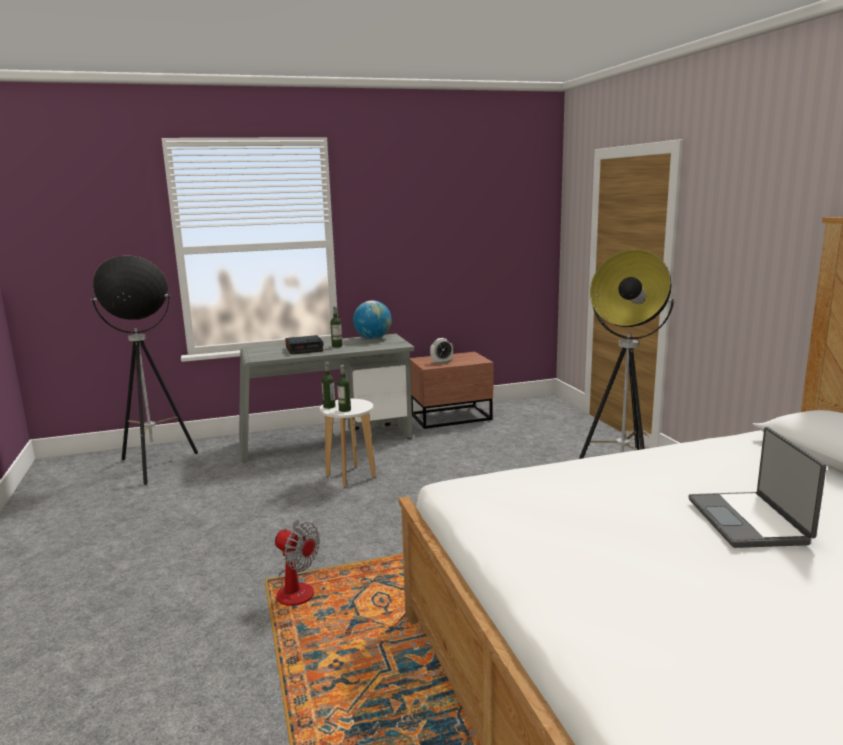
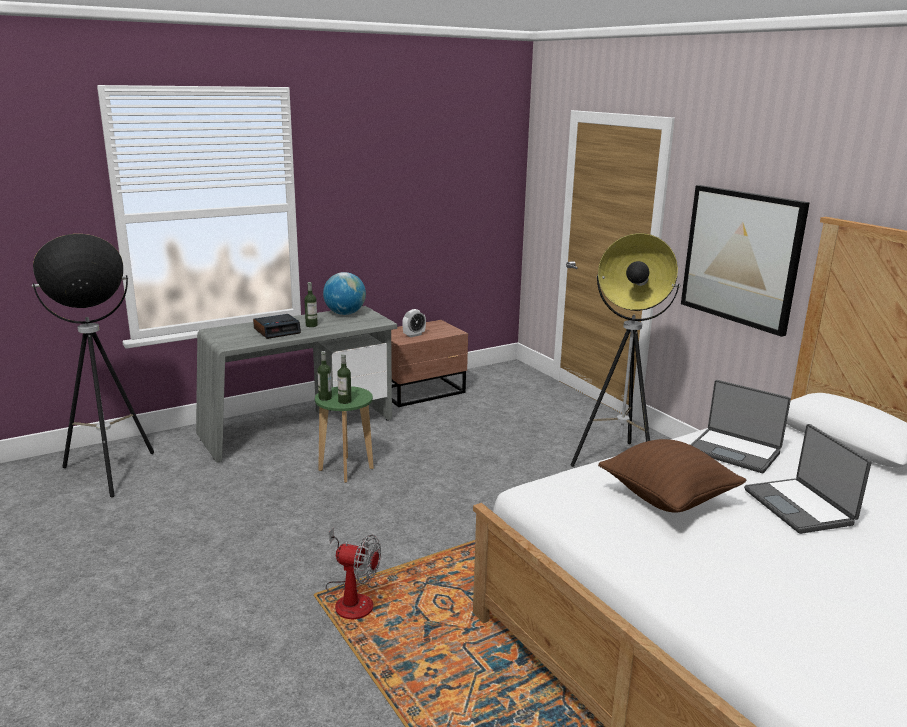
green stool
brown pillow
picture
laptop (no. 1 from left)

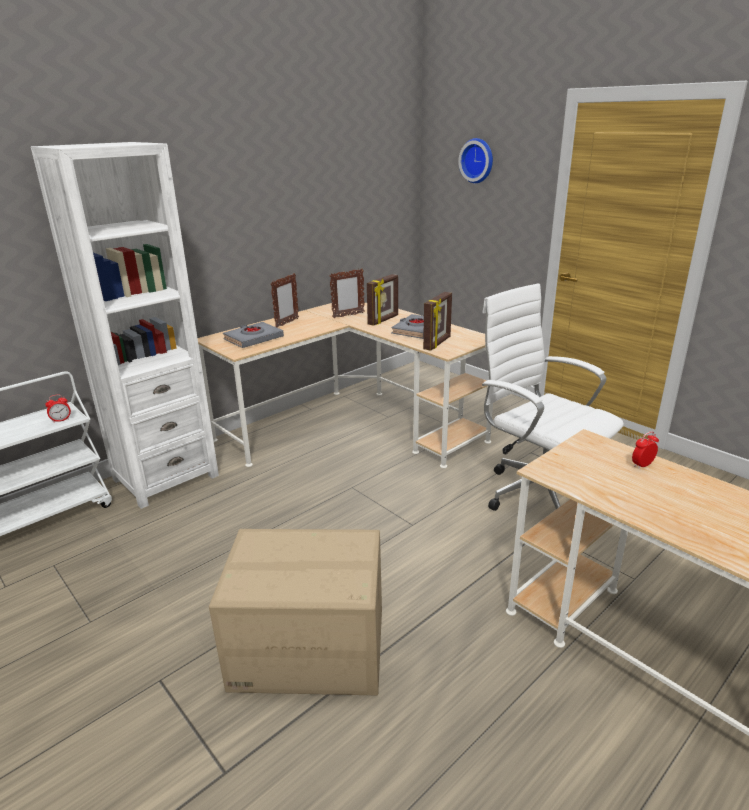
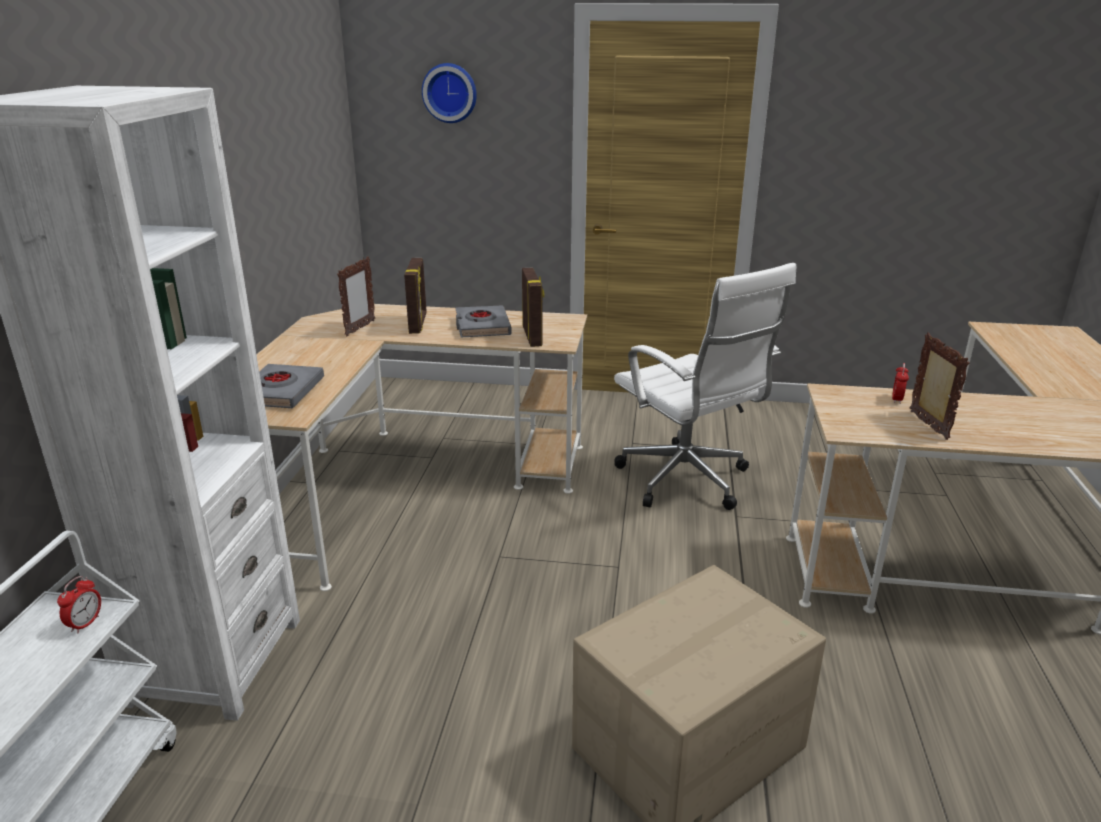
picture frame (no. 4 from left)
white office chair

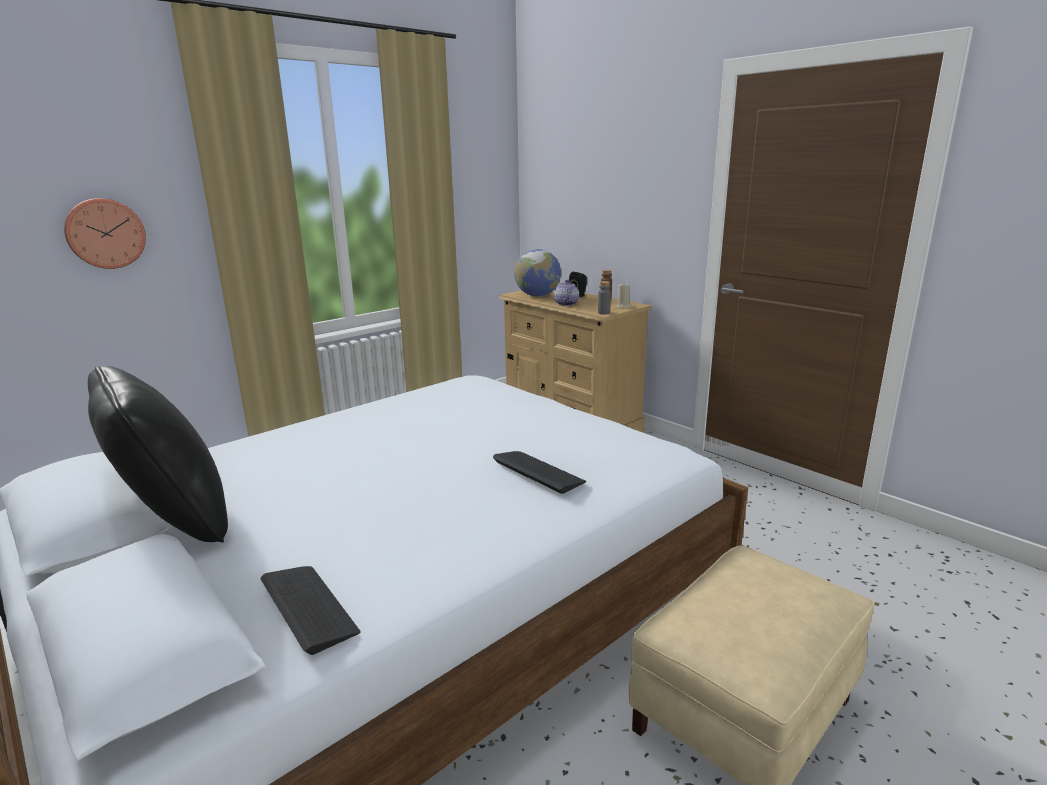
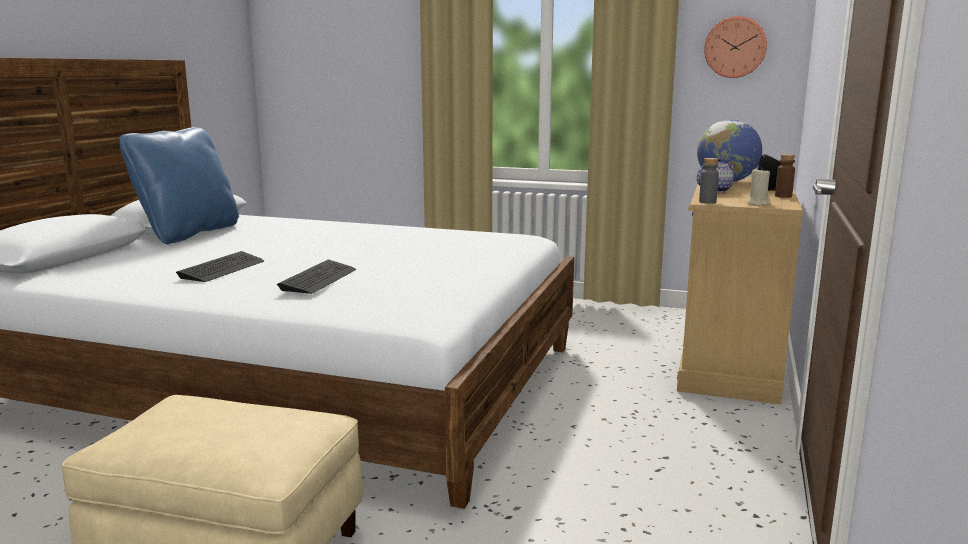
wall clock
blue pillow
keyboard (no. 1 from left)

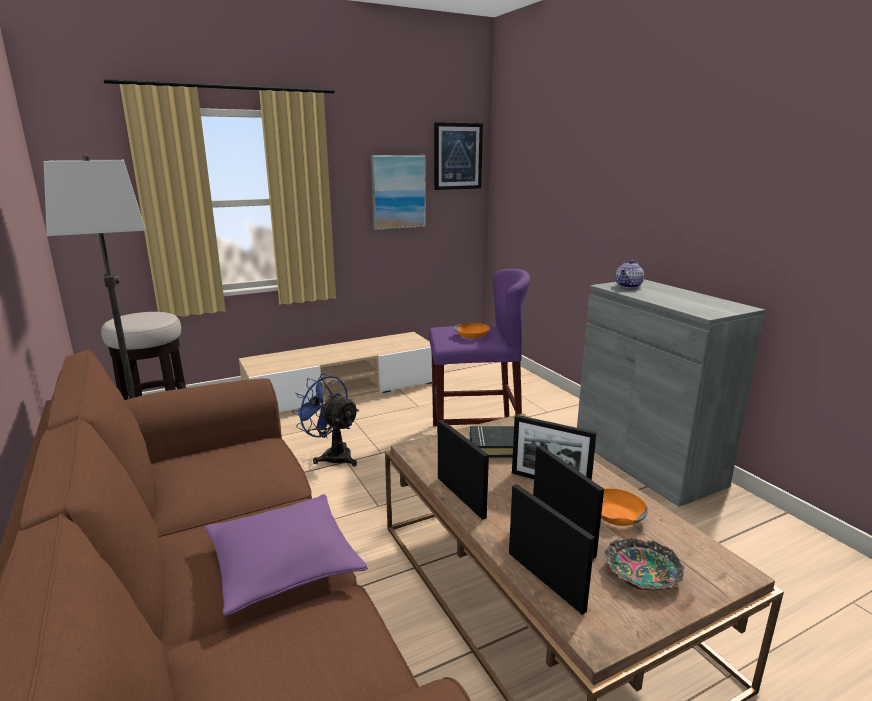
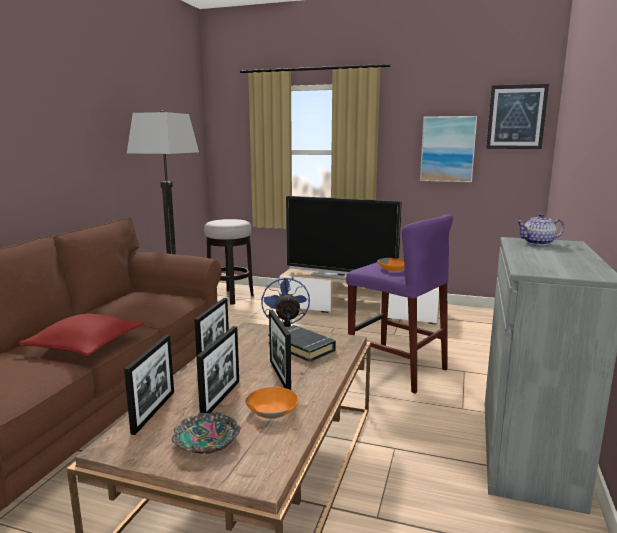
red pillow
television

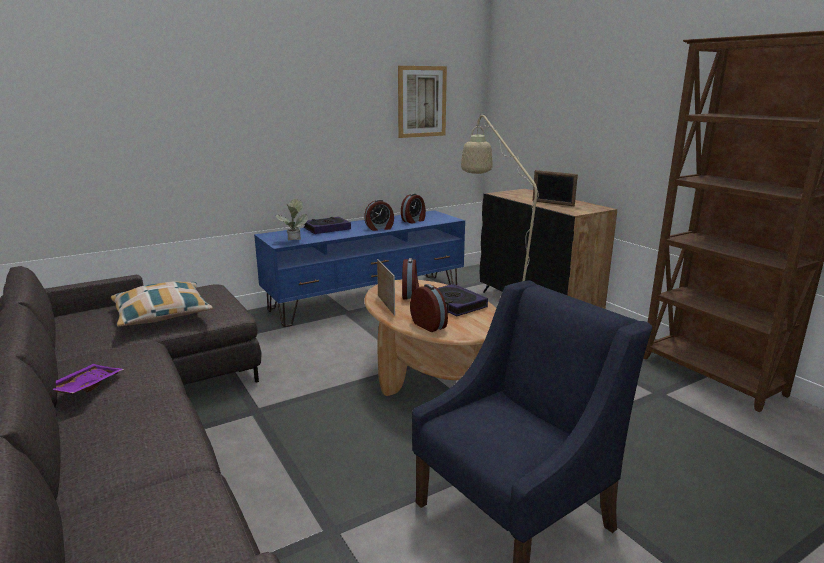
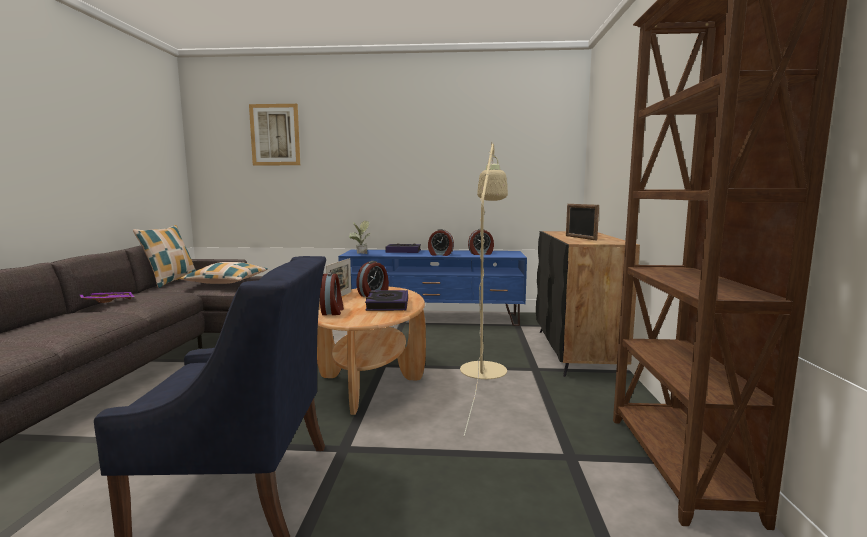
picture
pillow (no. 1 from left)

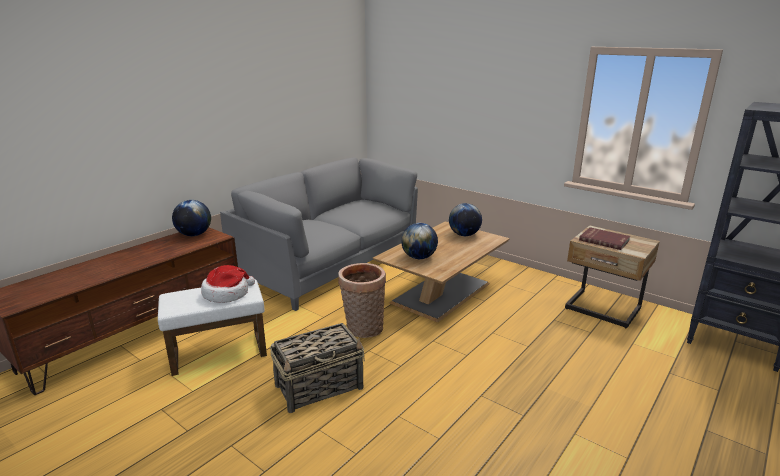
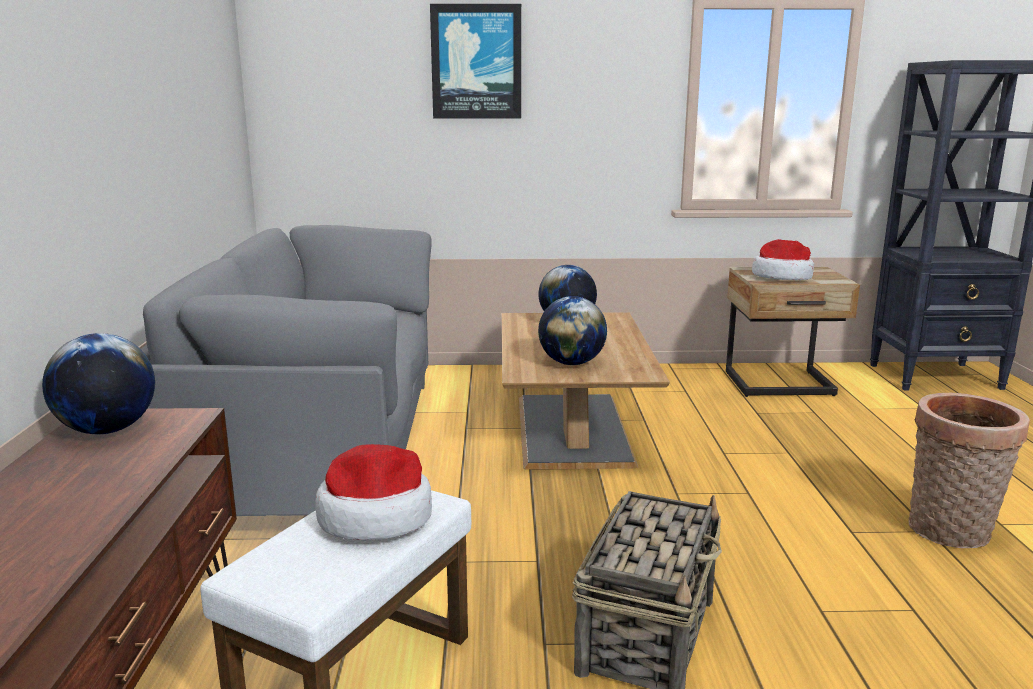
basket (no. 2 from left)
hat (no. 2 from left)
picture

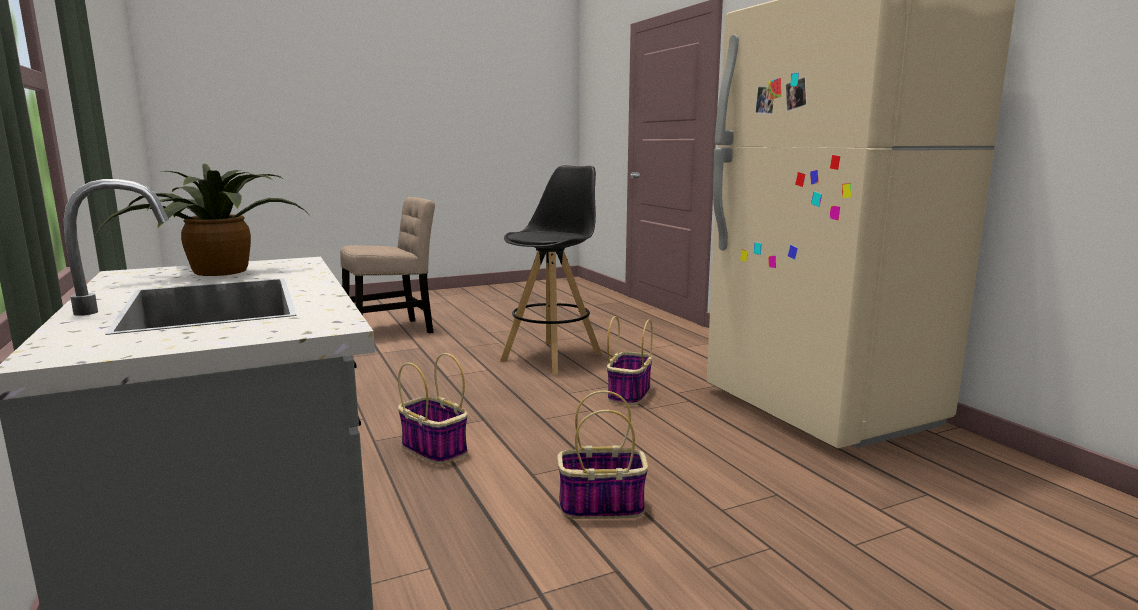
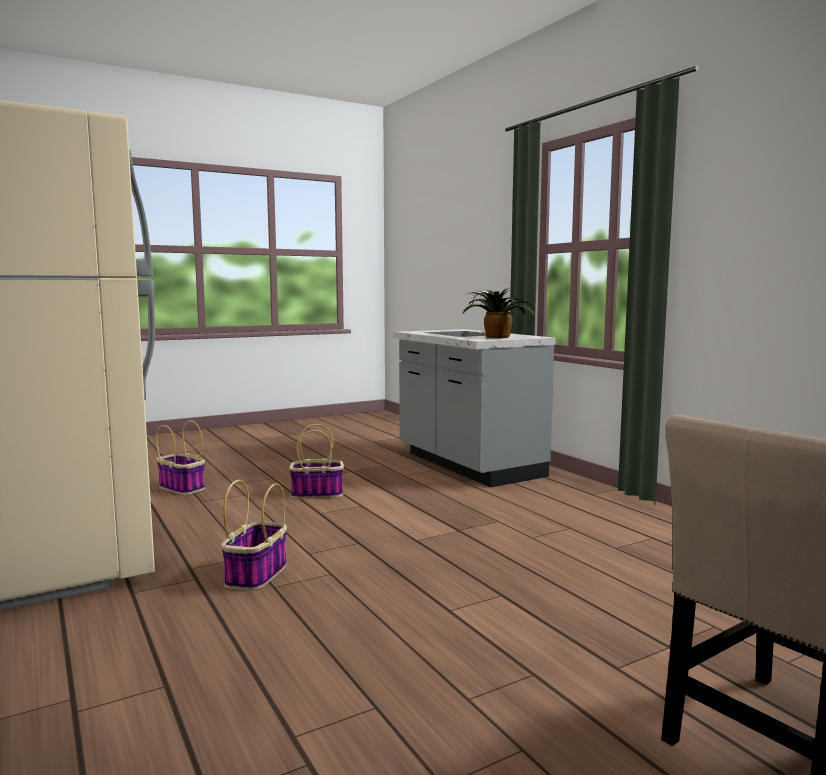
basket (no. 1 from left)
black stool

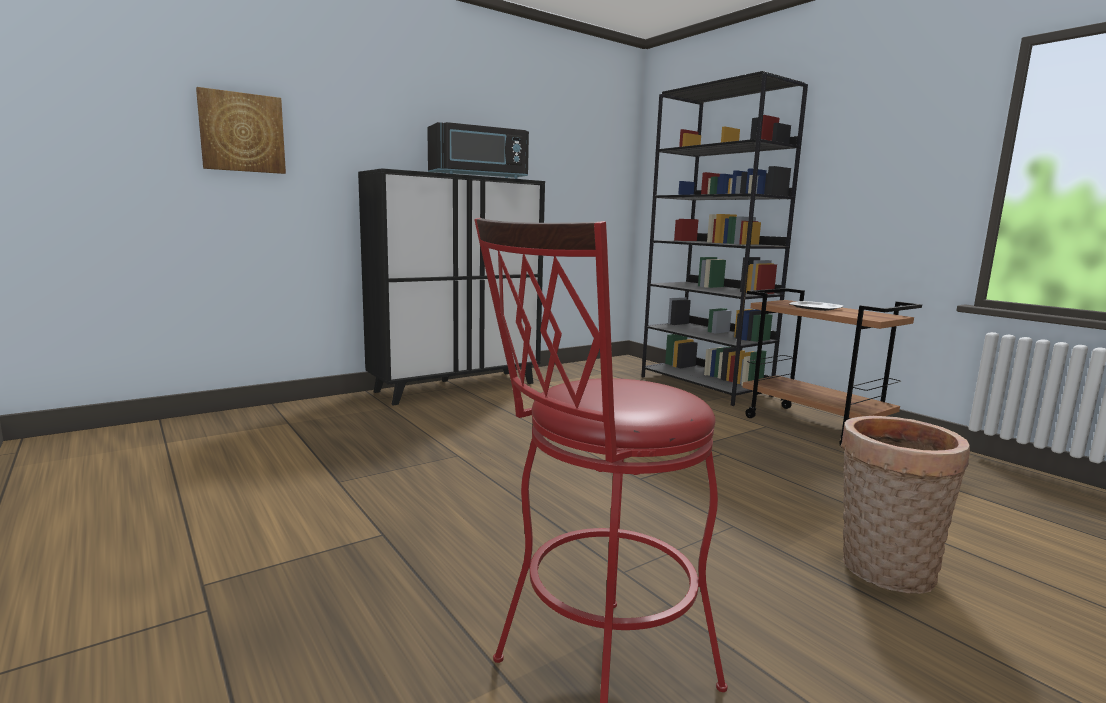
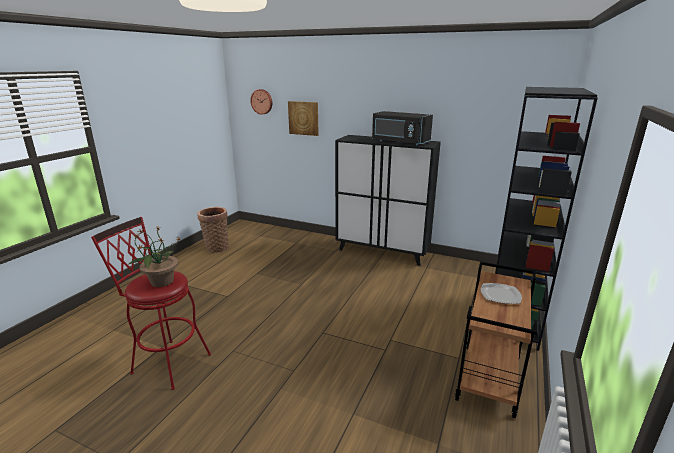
basket
potted plant
wall clock

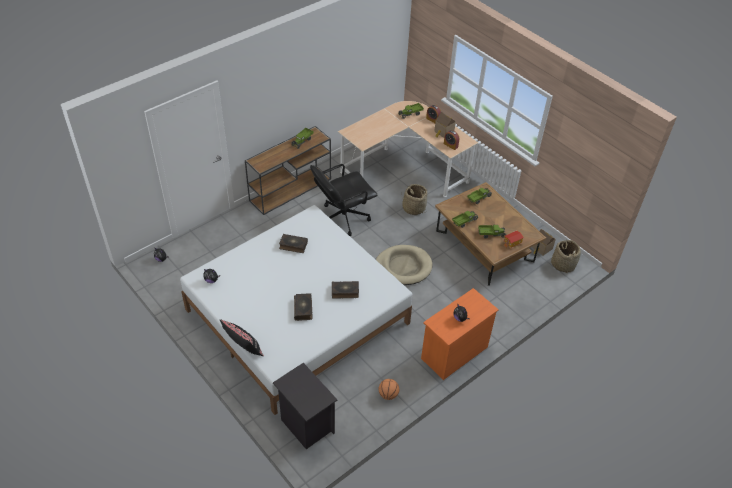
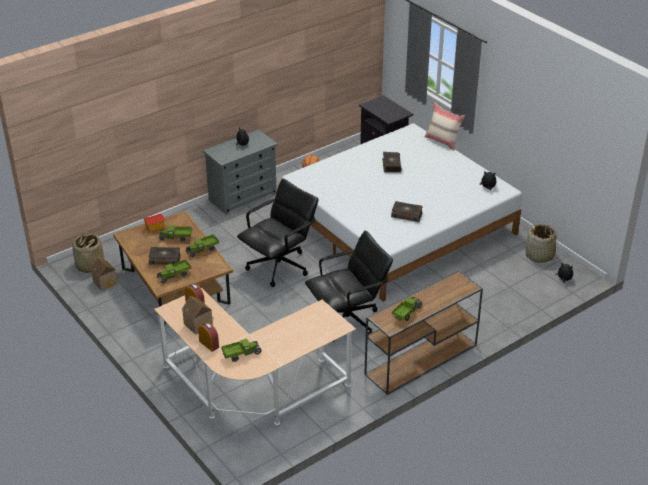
beige pillow
book (no. 1 from left)
black office chair (no. 1 from left)
basket (no. 2 from left)
grey dresser

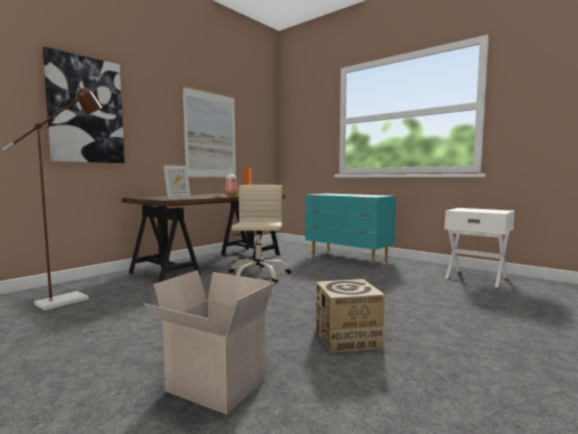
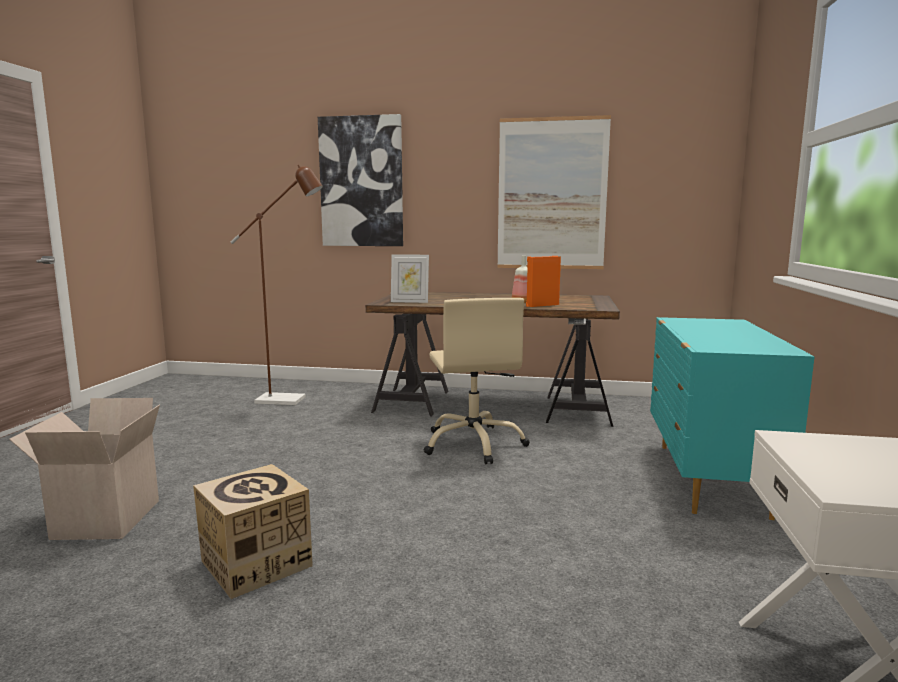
beige office chair

